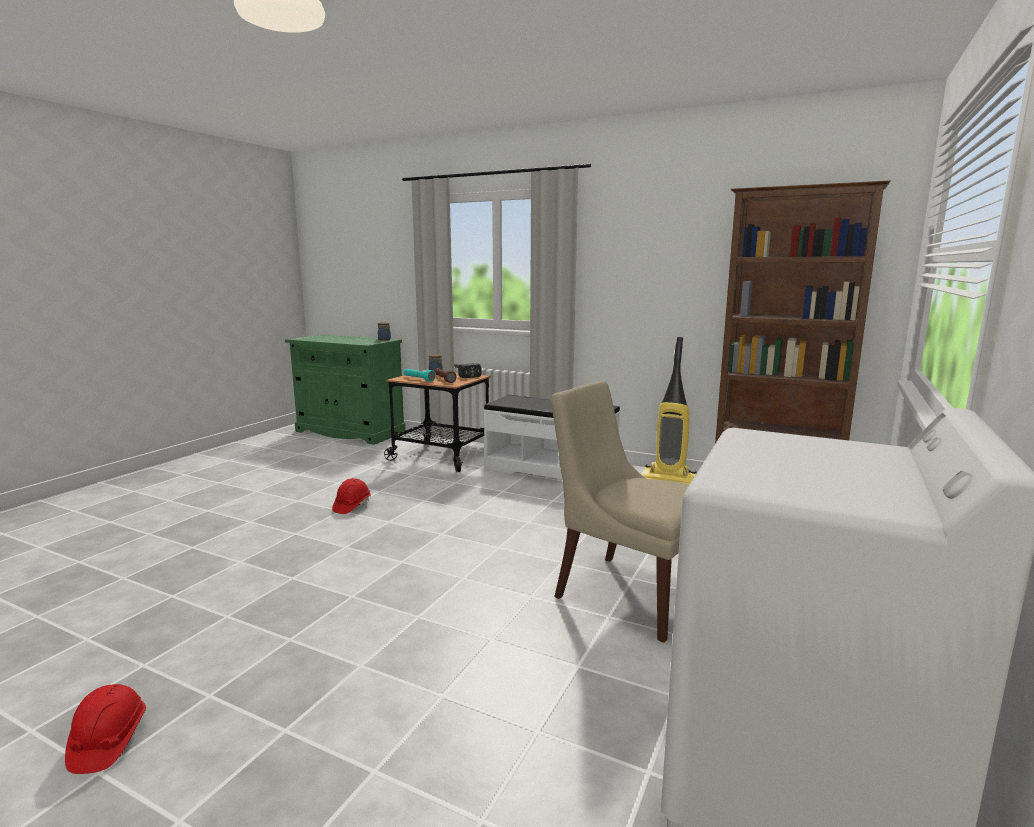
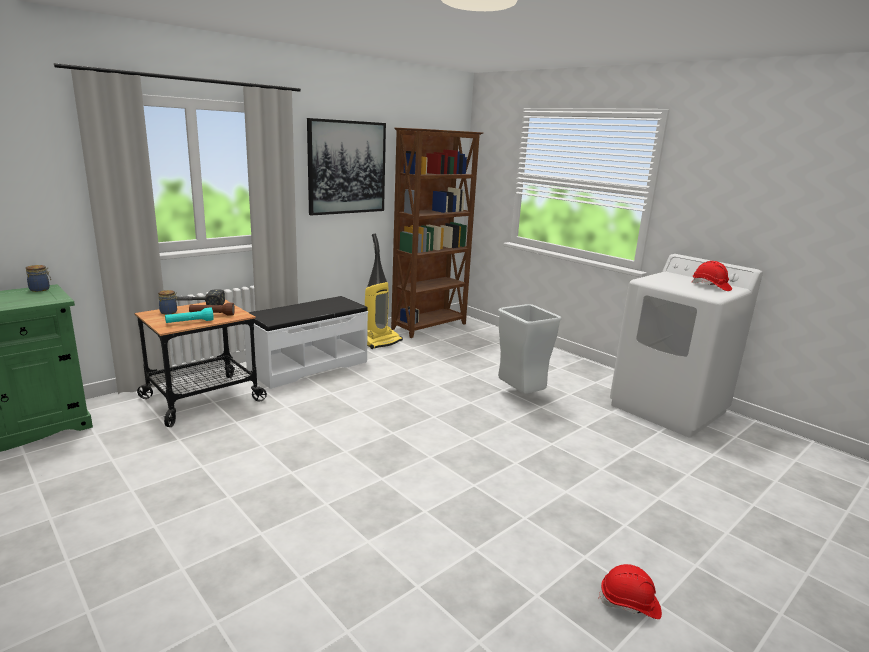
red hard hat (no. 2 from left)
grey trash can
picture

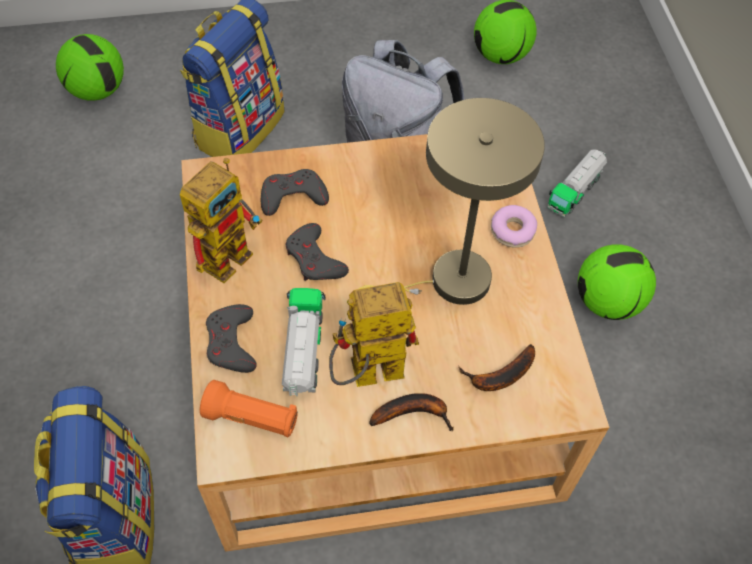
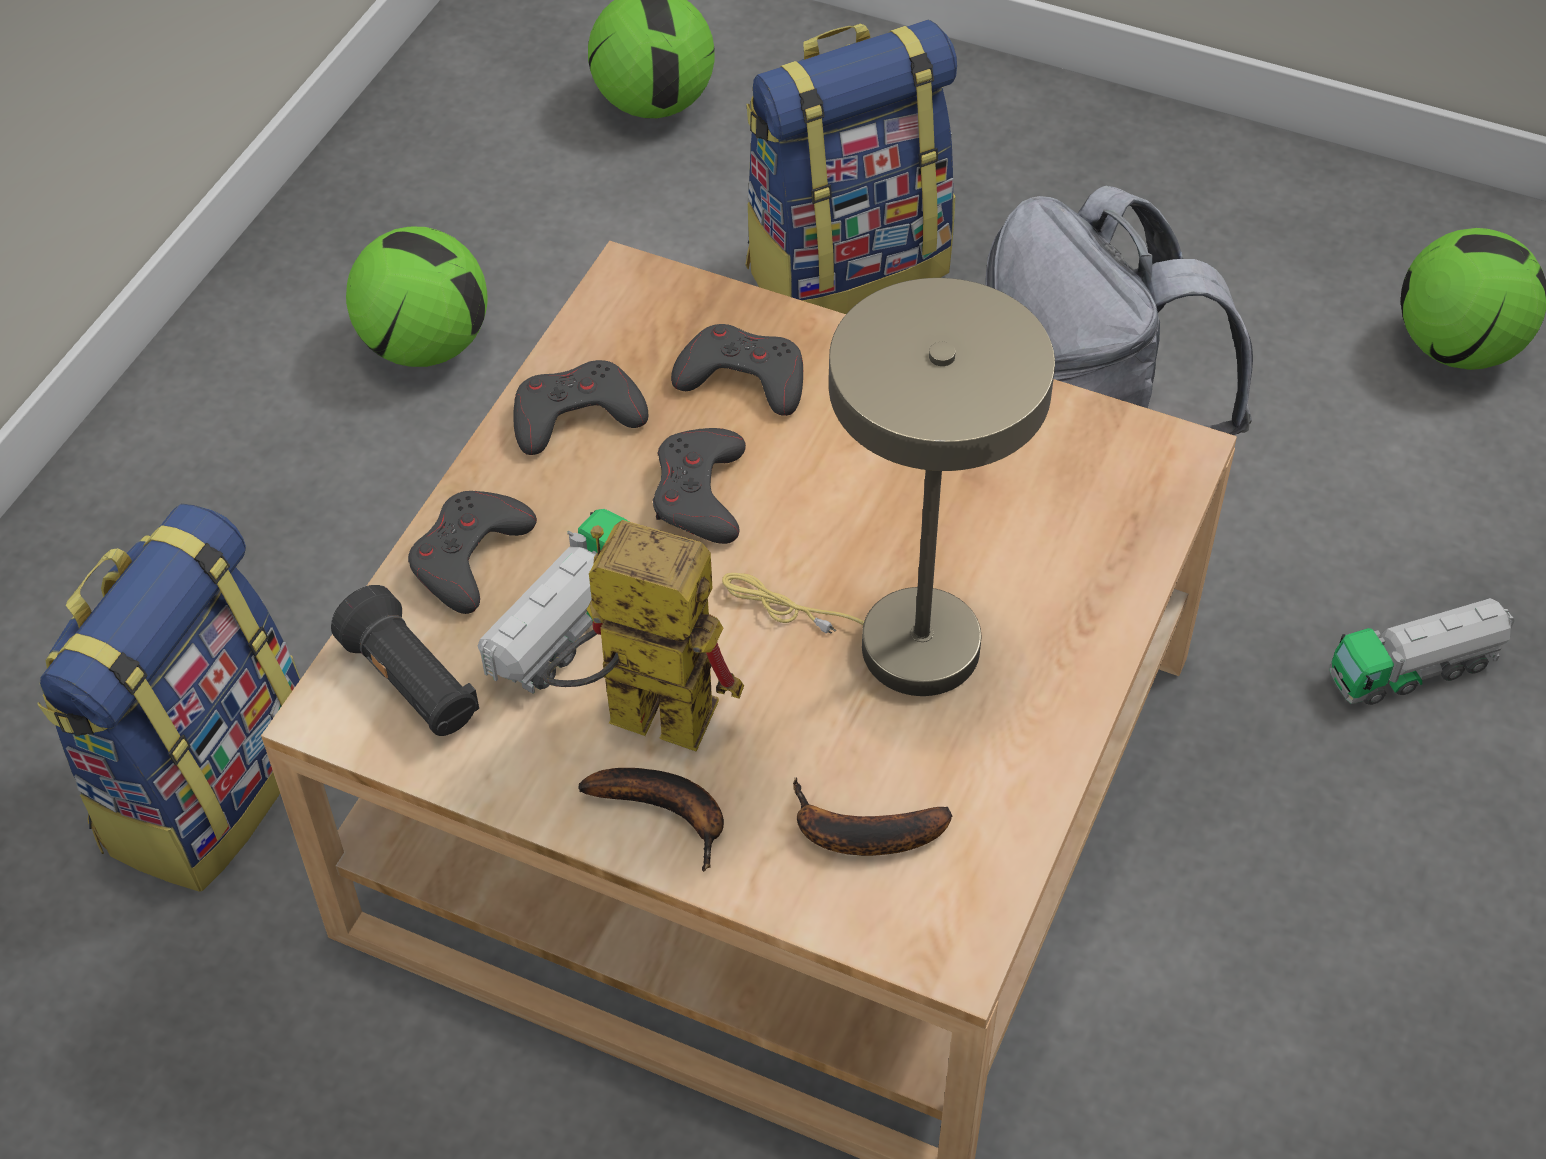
grey game controller (no. 2 from left)
black flashlight
donut
football (no. 1 from left)

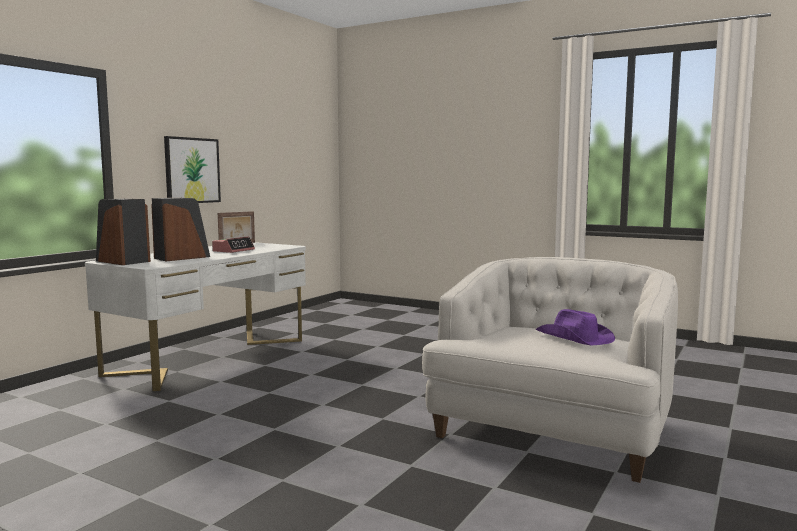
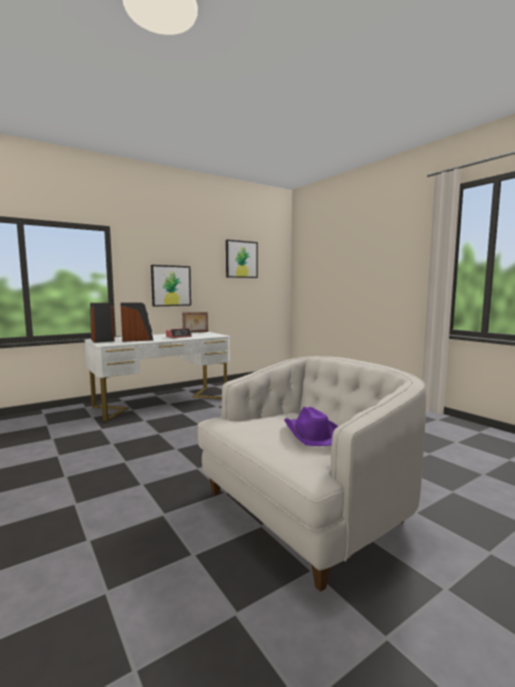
picture (no. 2 from left)

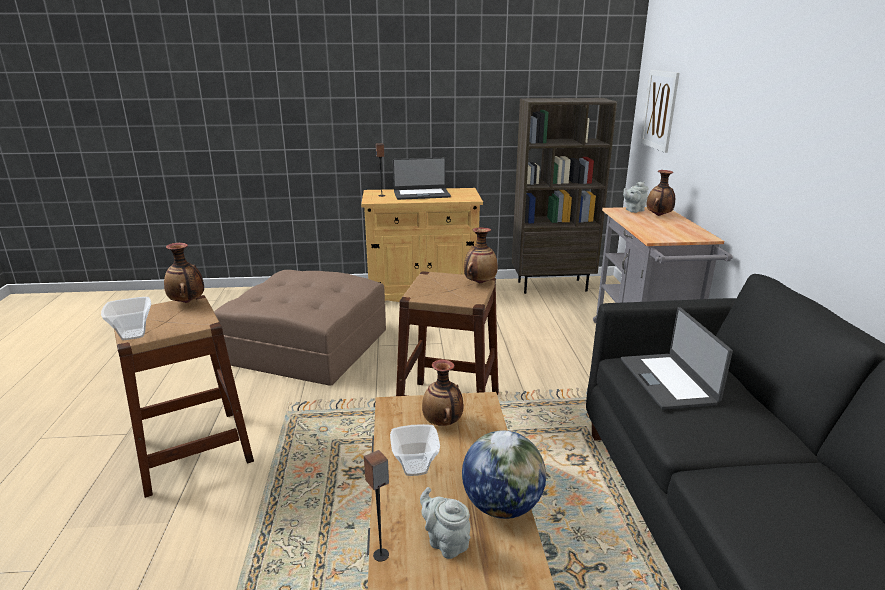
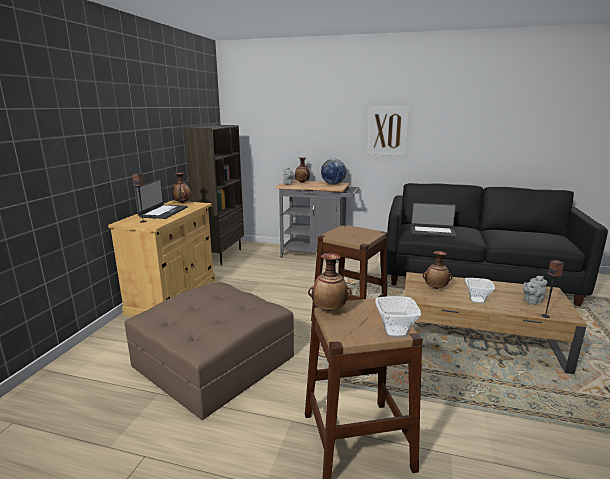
globe
vase (no. 1 from left)
picture

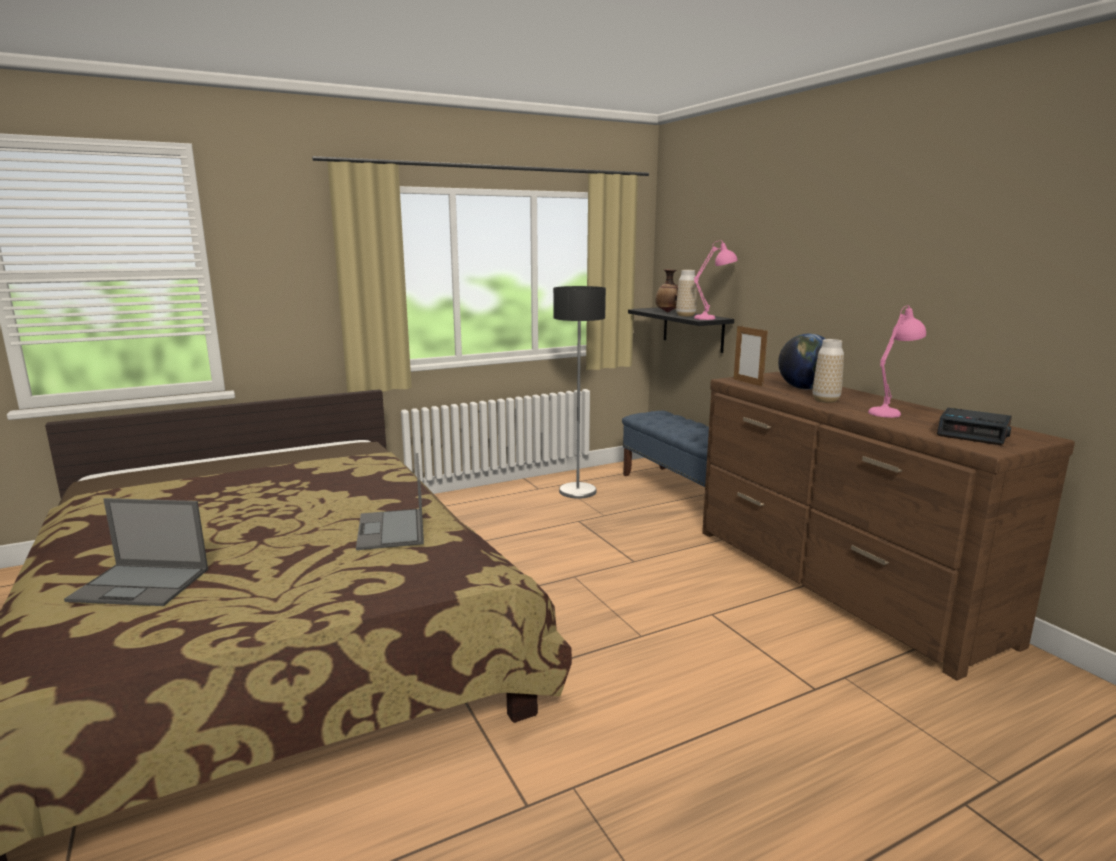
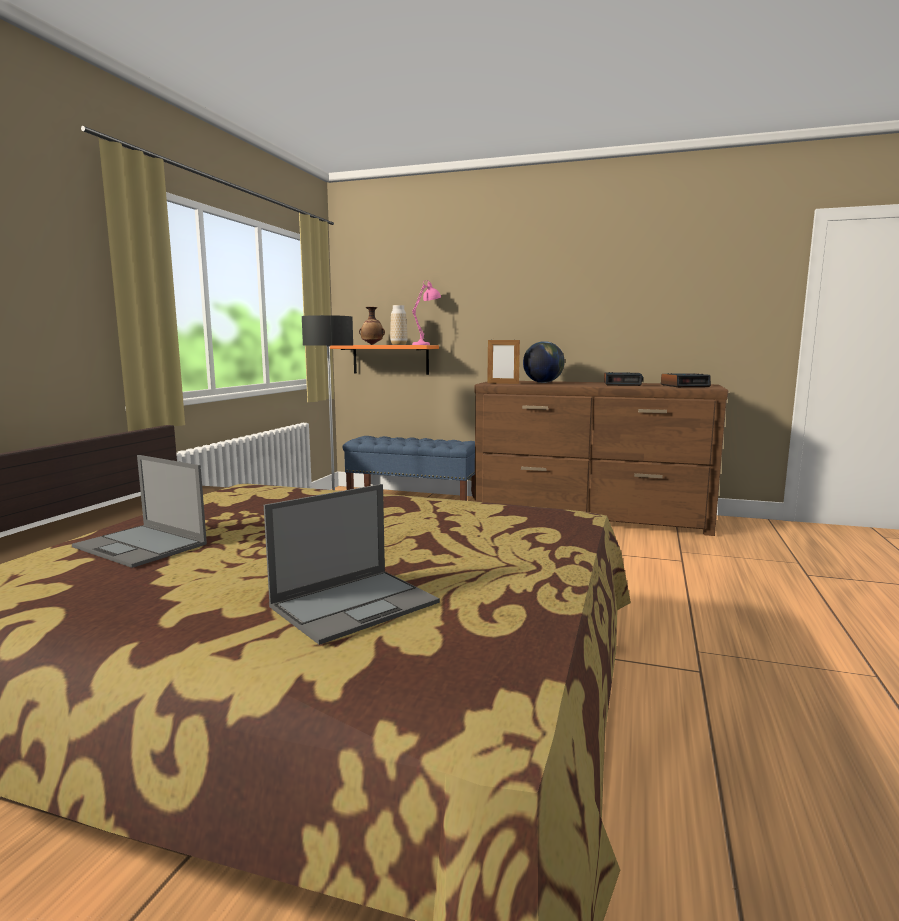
laptop (no. 1 from left)
orange shelf
vase (no. 3 from left in the first image)
alarm clock (no. 1 from left)

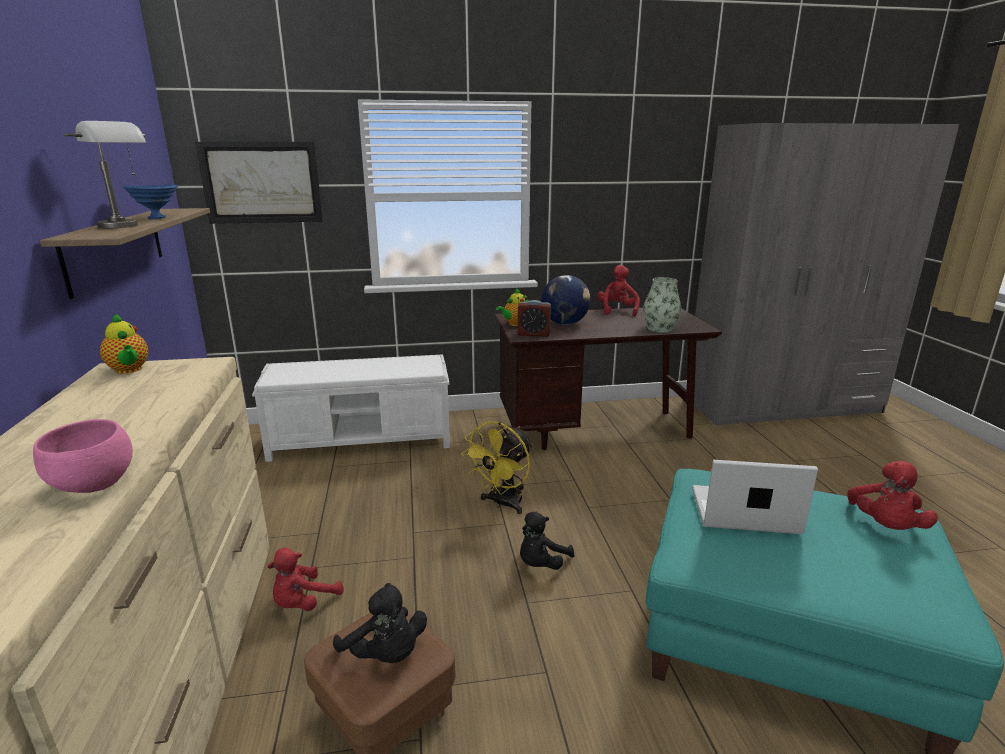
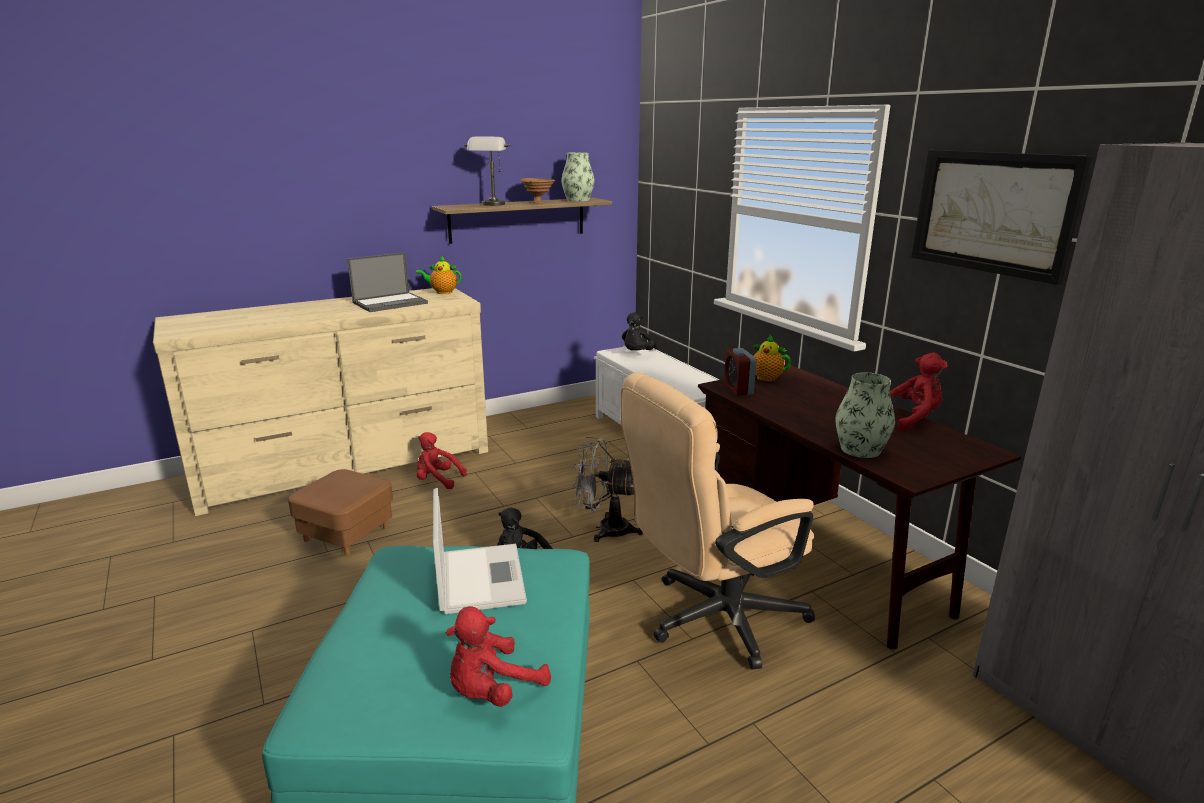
pink bowl
teapot (no. 1 from left)
brown bowl
picture
black plush toy (no. 2 from left)
grey fan
globe
red plush toy (no. 2 from left)
laptop (no. 1 from left)
vase (no. 1 from left)
beige office chair

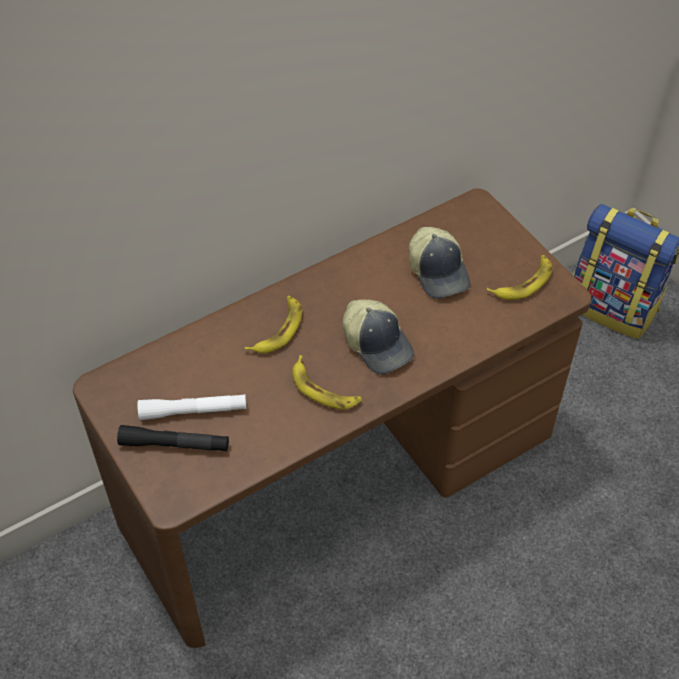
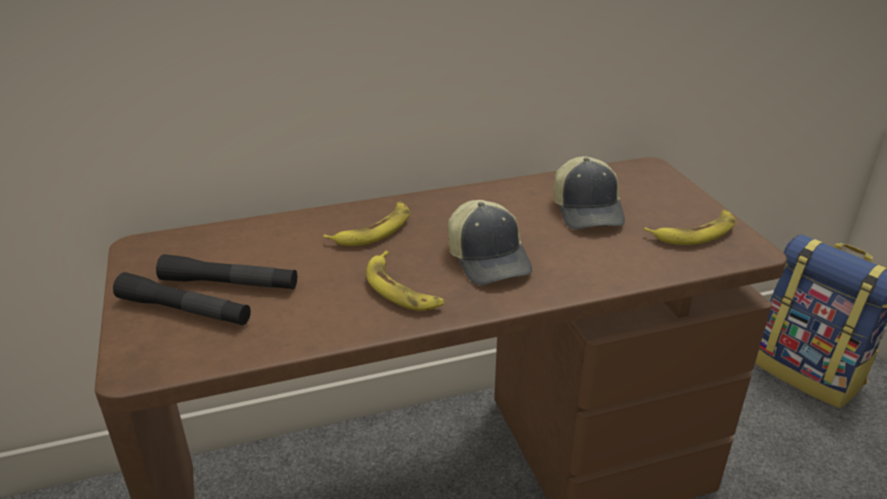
black flashlight (no. 2 from left)

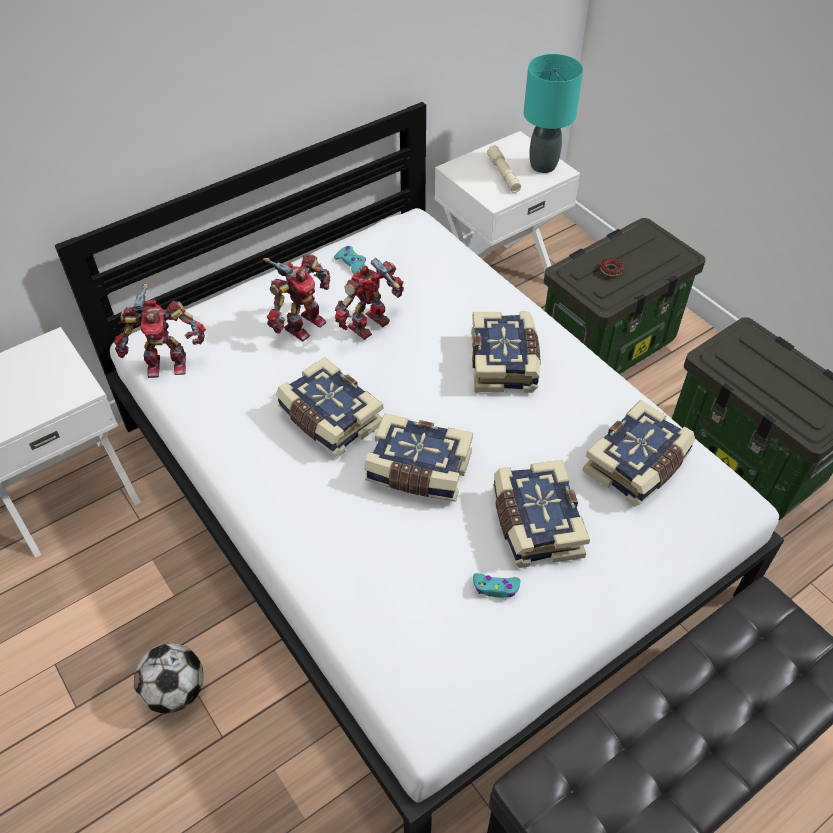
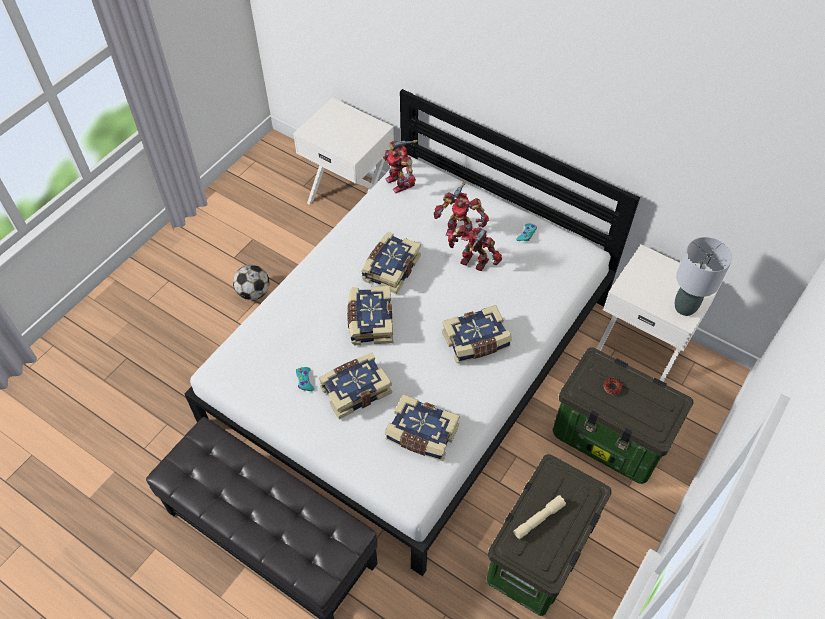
beige flashlight
grey table lamp

